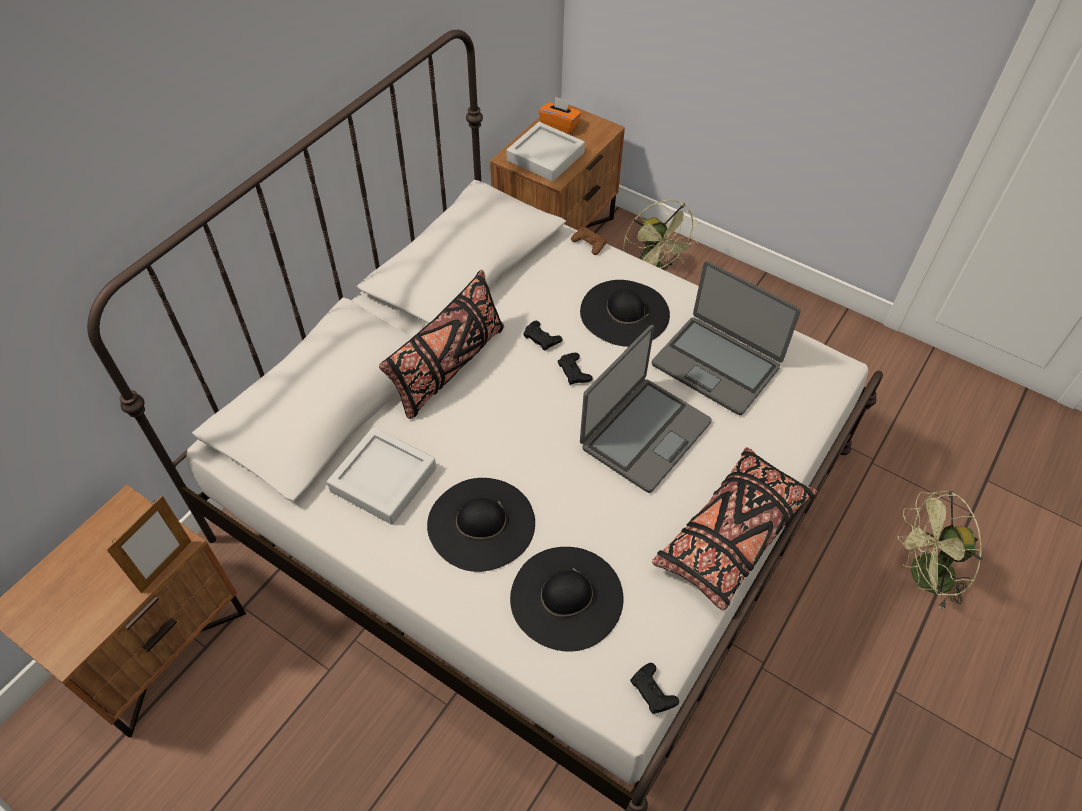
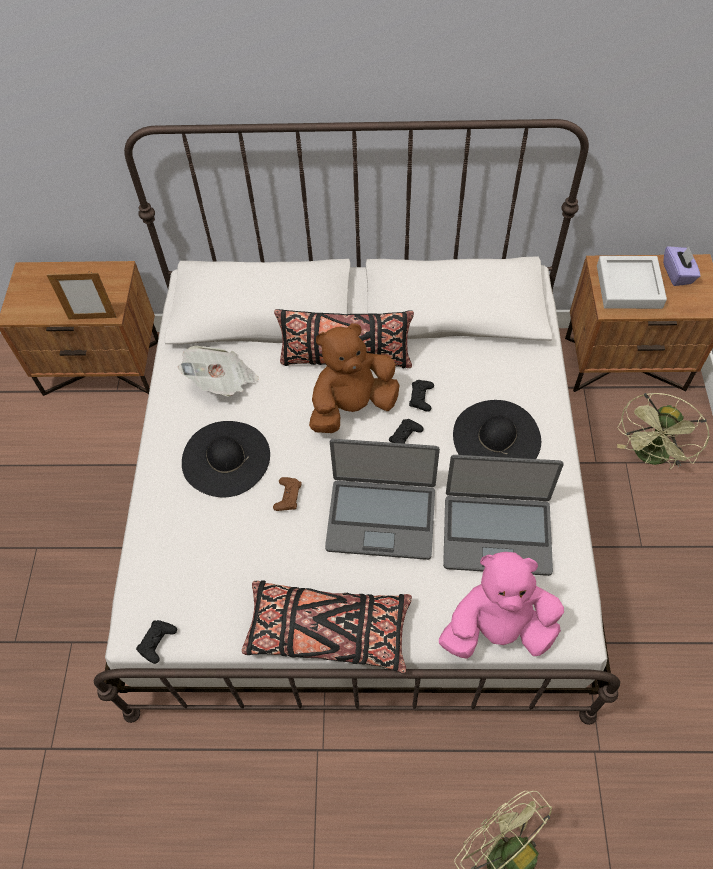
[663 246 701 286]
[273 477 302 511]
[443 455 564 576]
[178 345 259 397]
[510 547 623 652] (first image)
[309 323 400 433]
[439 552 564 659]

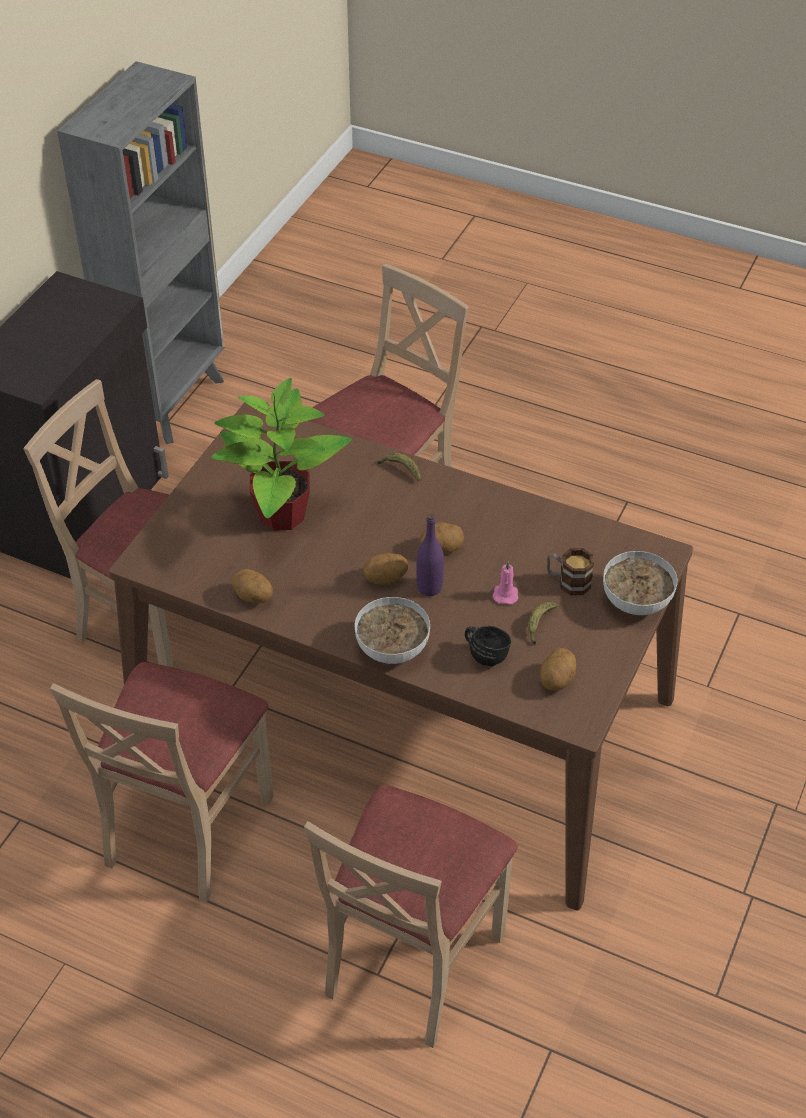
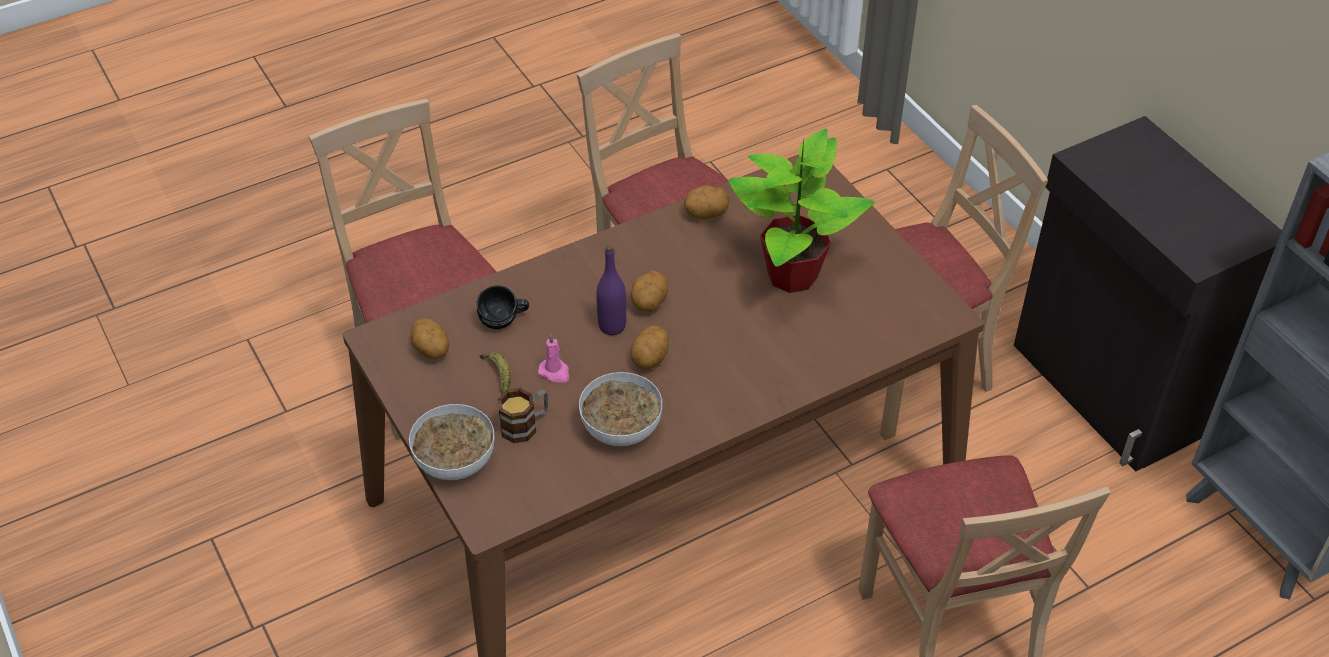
[377 453 421 481] (first image)
[579 372 662 446]

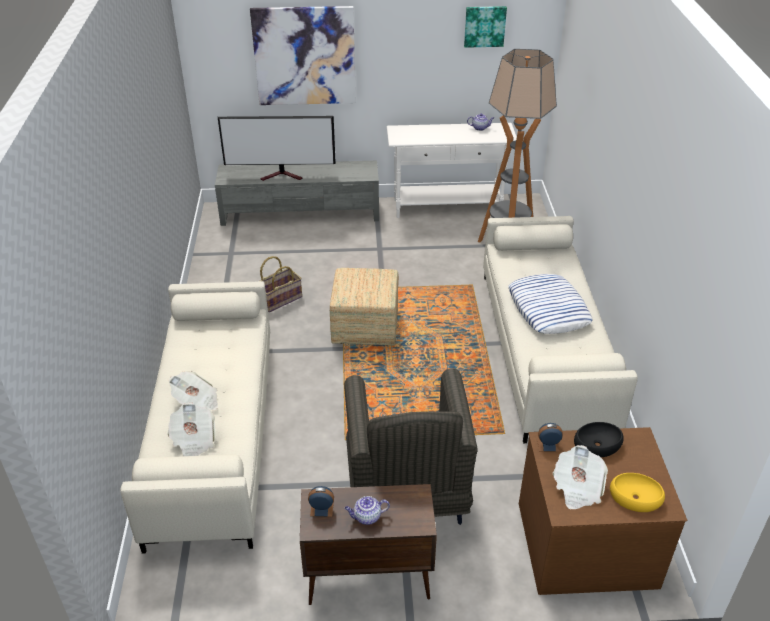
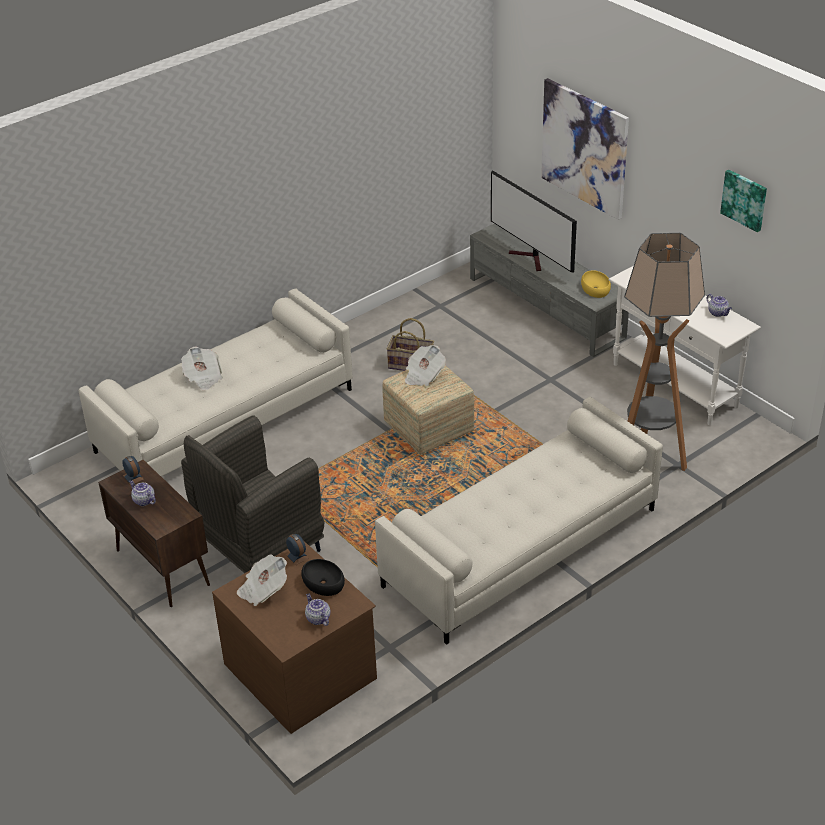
[508 274 593 334] (first image)
[405 345 446 386]
[581 270 611 298]
[305 593 330 626]

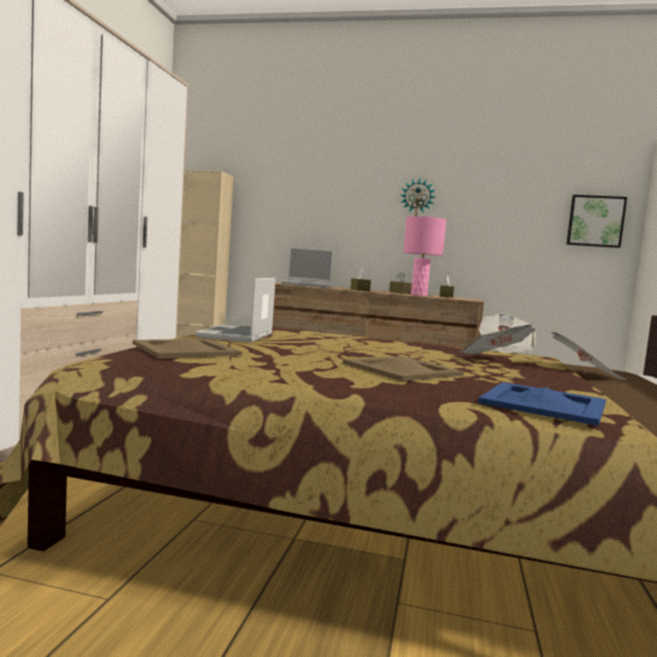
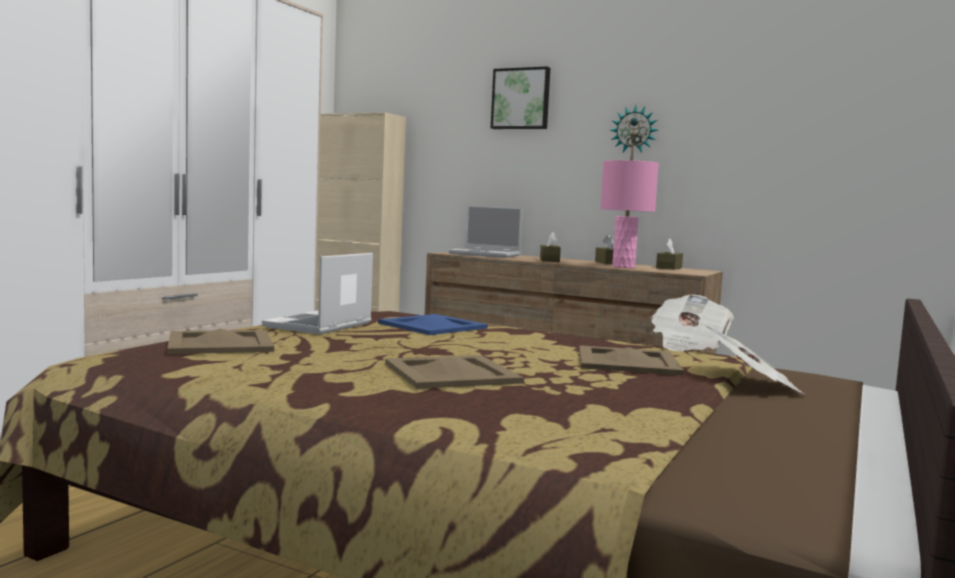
[491 66 550 129]
[579 345 684 376]
[378 314 488 335]

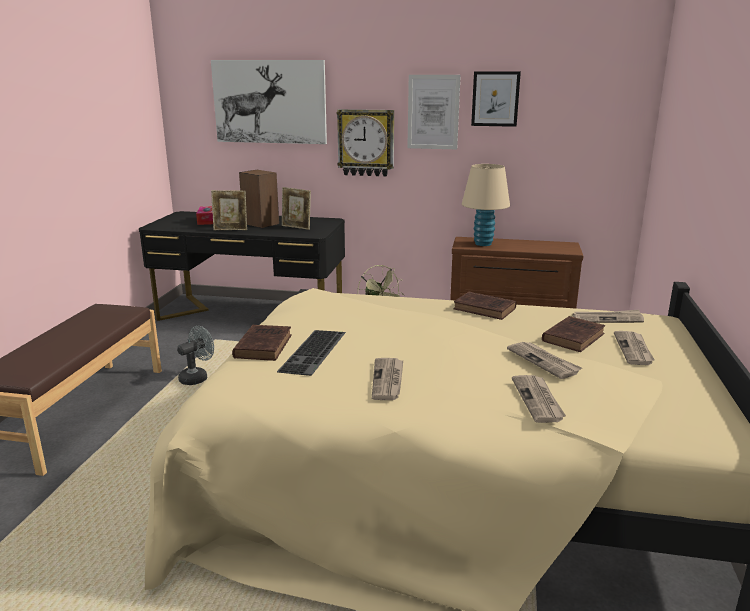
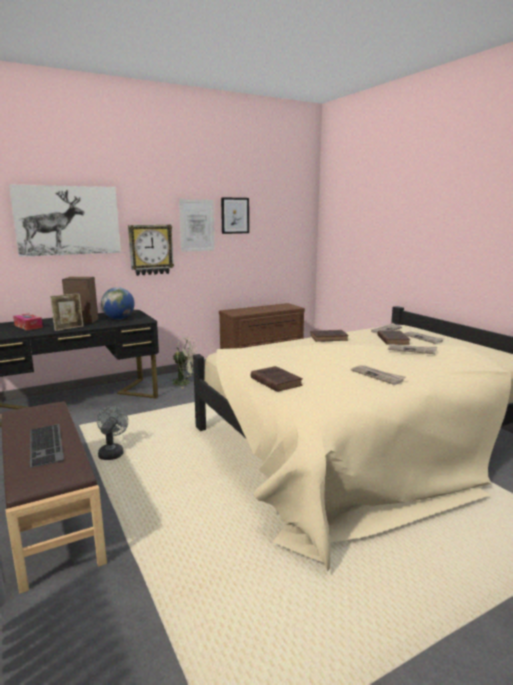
[462 164 510 246] (first image)
[101 287 135 320]
[30 424 64 468]
[512 375 566 423] (first image)

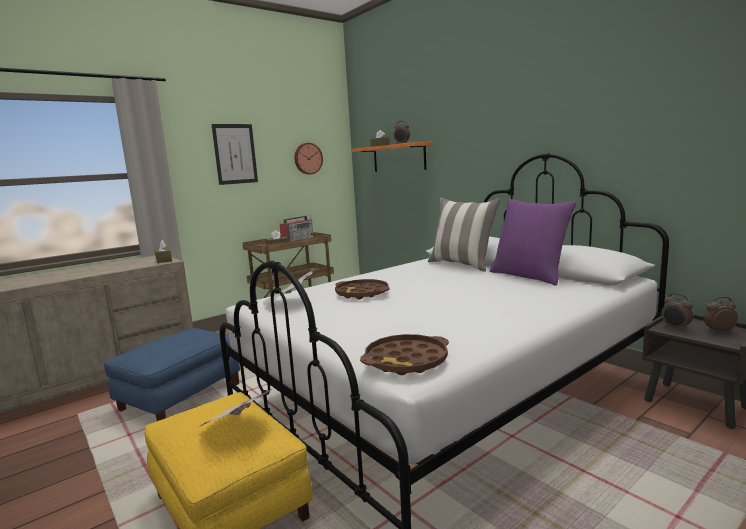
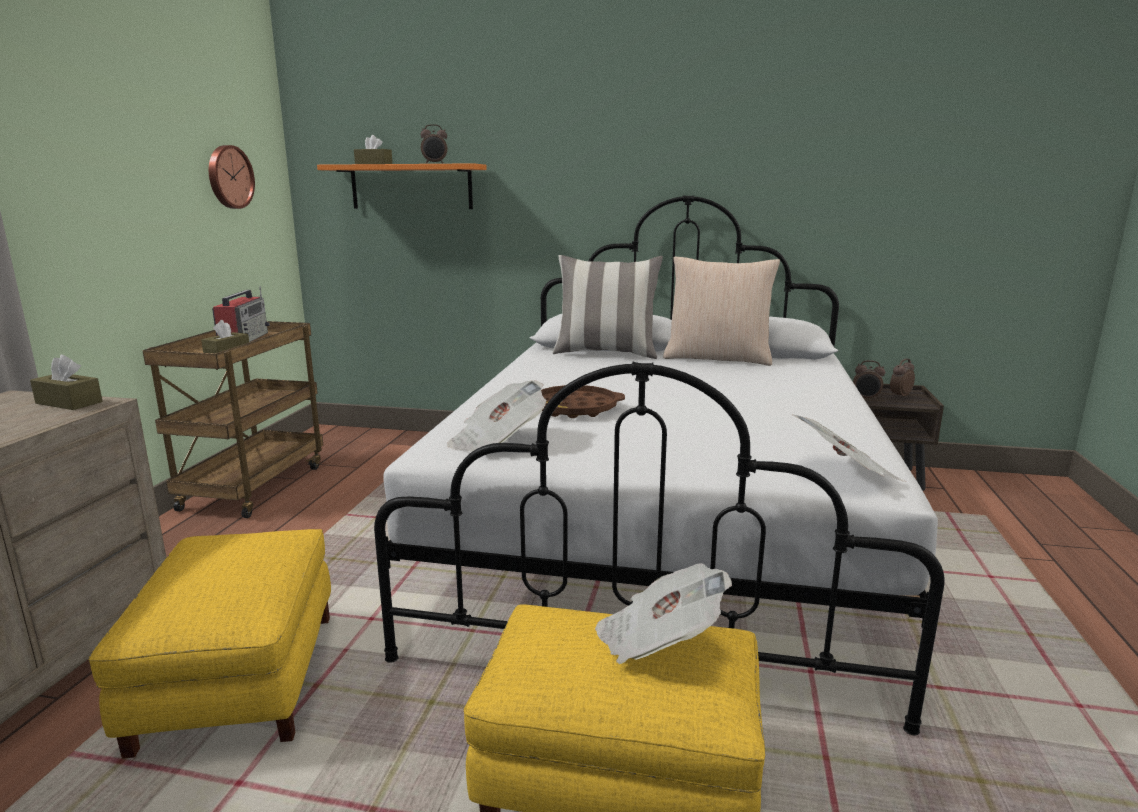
[211 124 258 185] (first image)
[663 257 780 366]
[88 529 331 759]
[791 414 907 482]

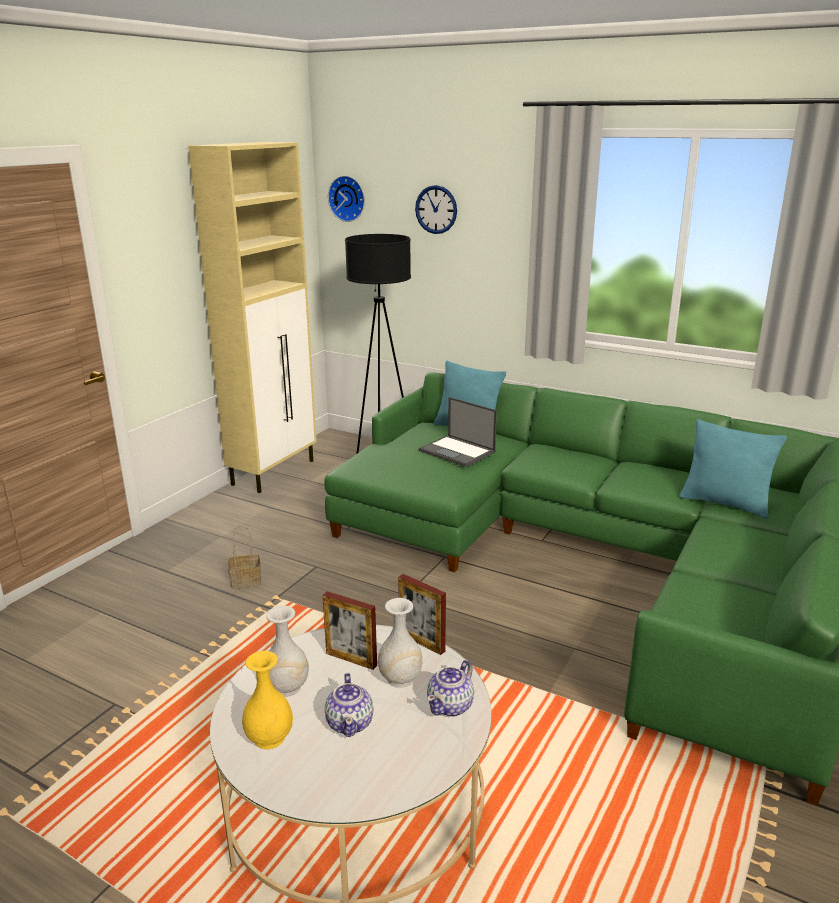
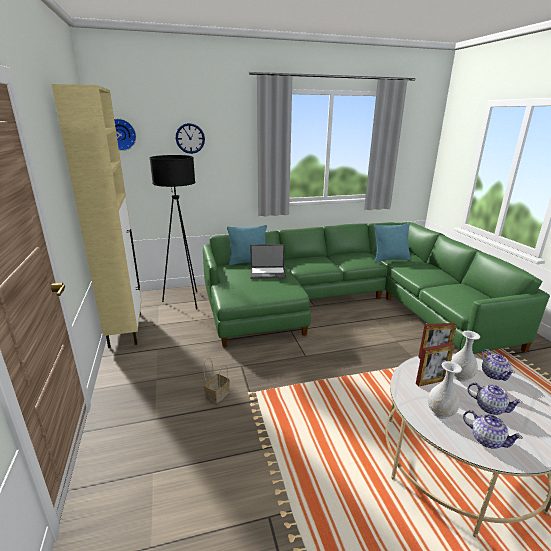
[463 410 523 449]

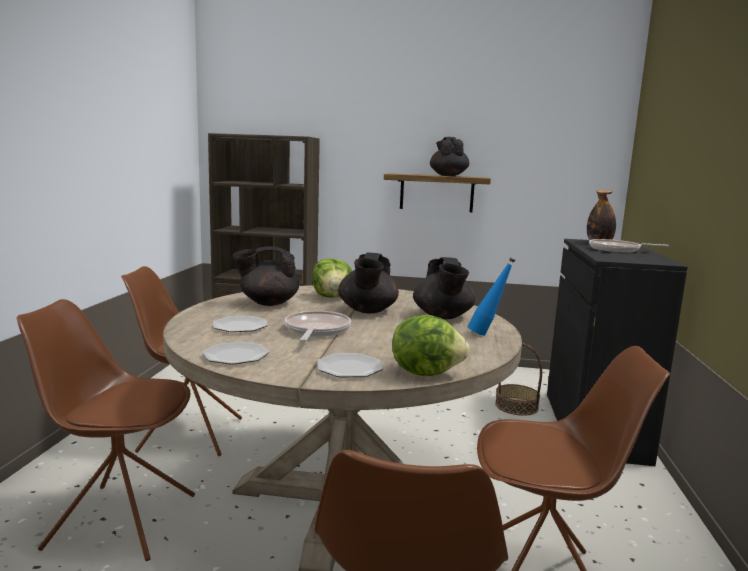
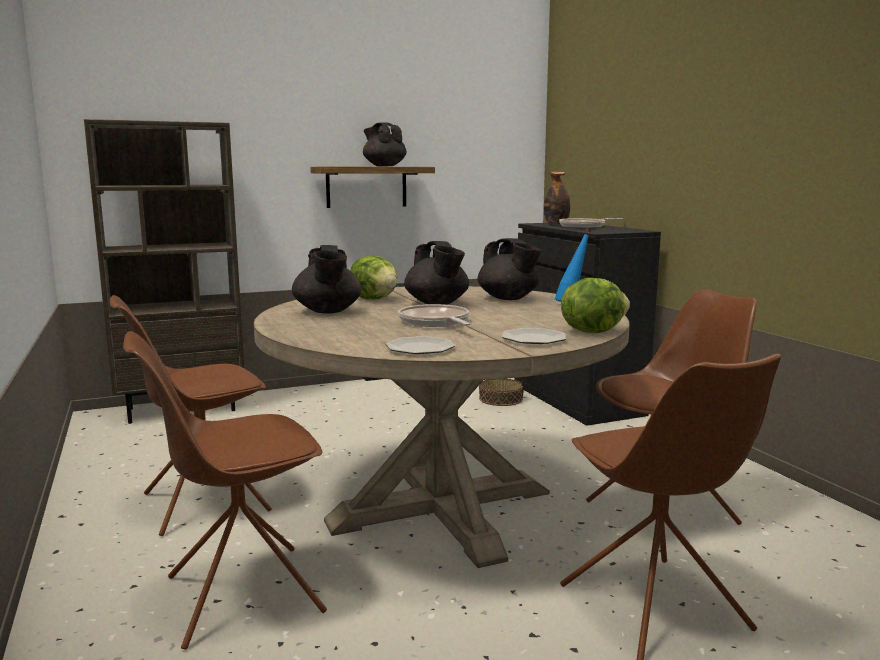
[292 245 361 313]
[213 316 268 332] (first image)

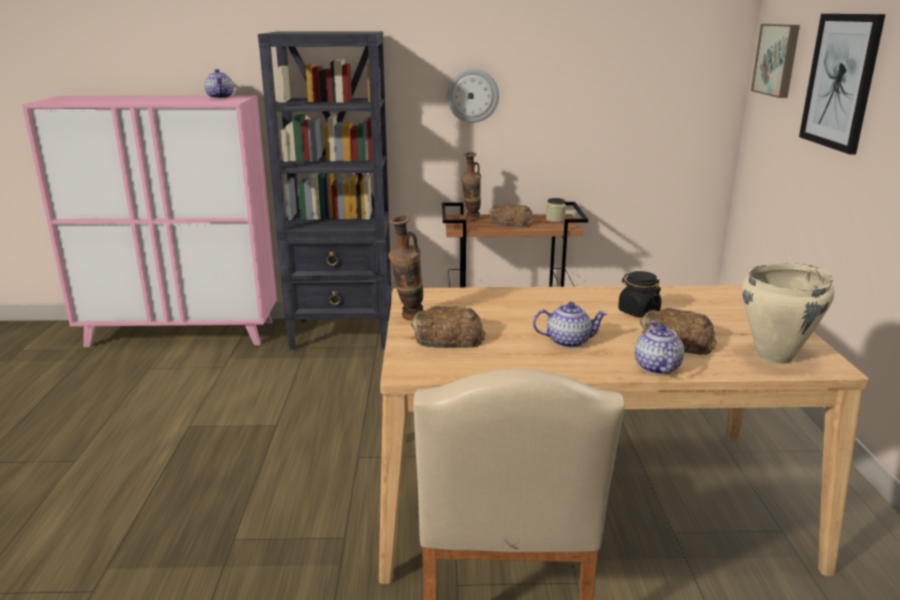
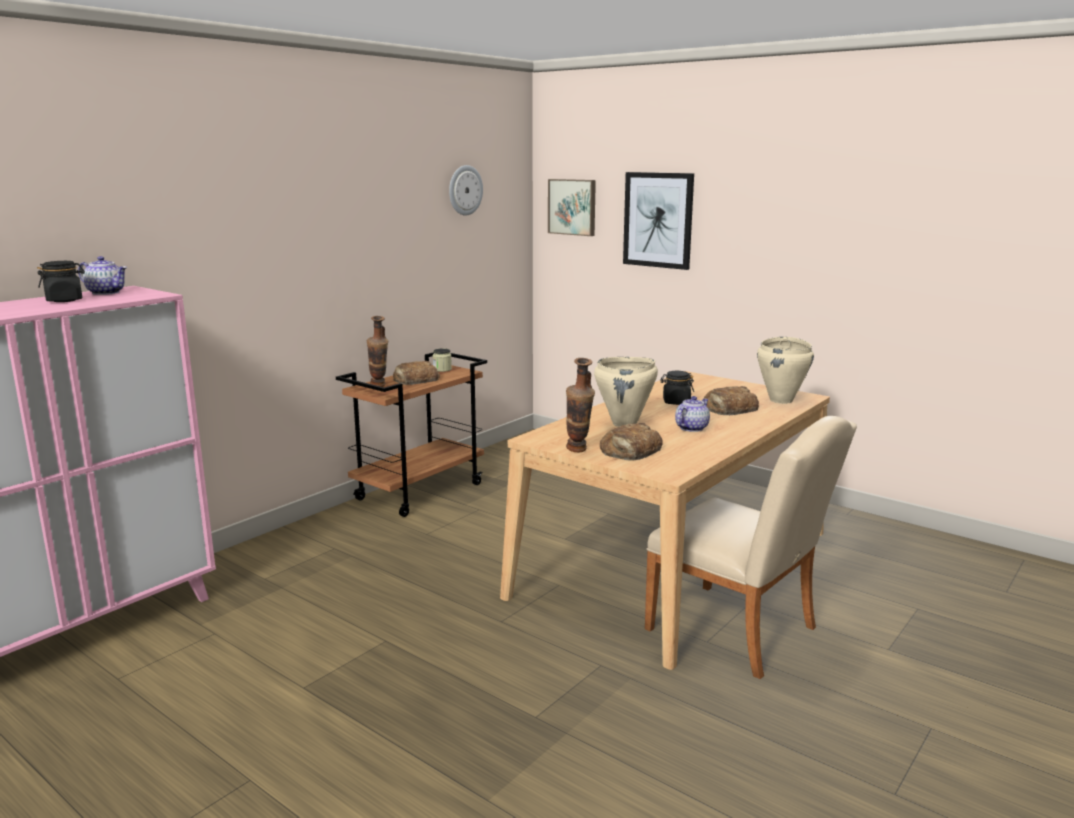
[258 31 391 350] (first image)
[449 165 483 216]
[635 321 684 375] (first image)
[37 261 85 302]
[594 357 658 427]

